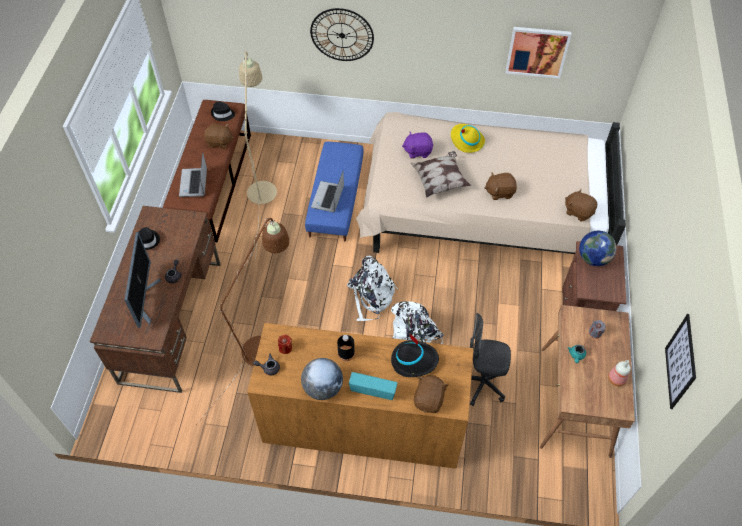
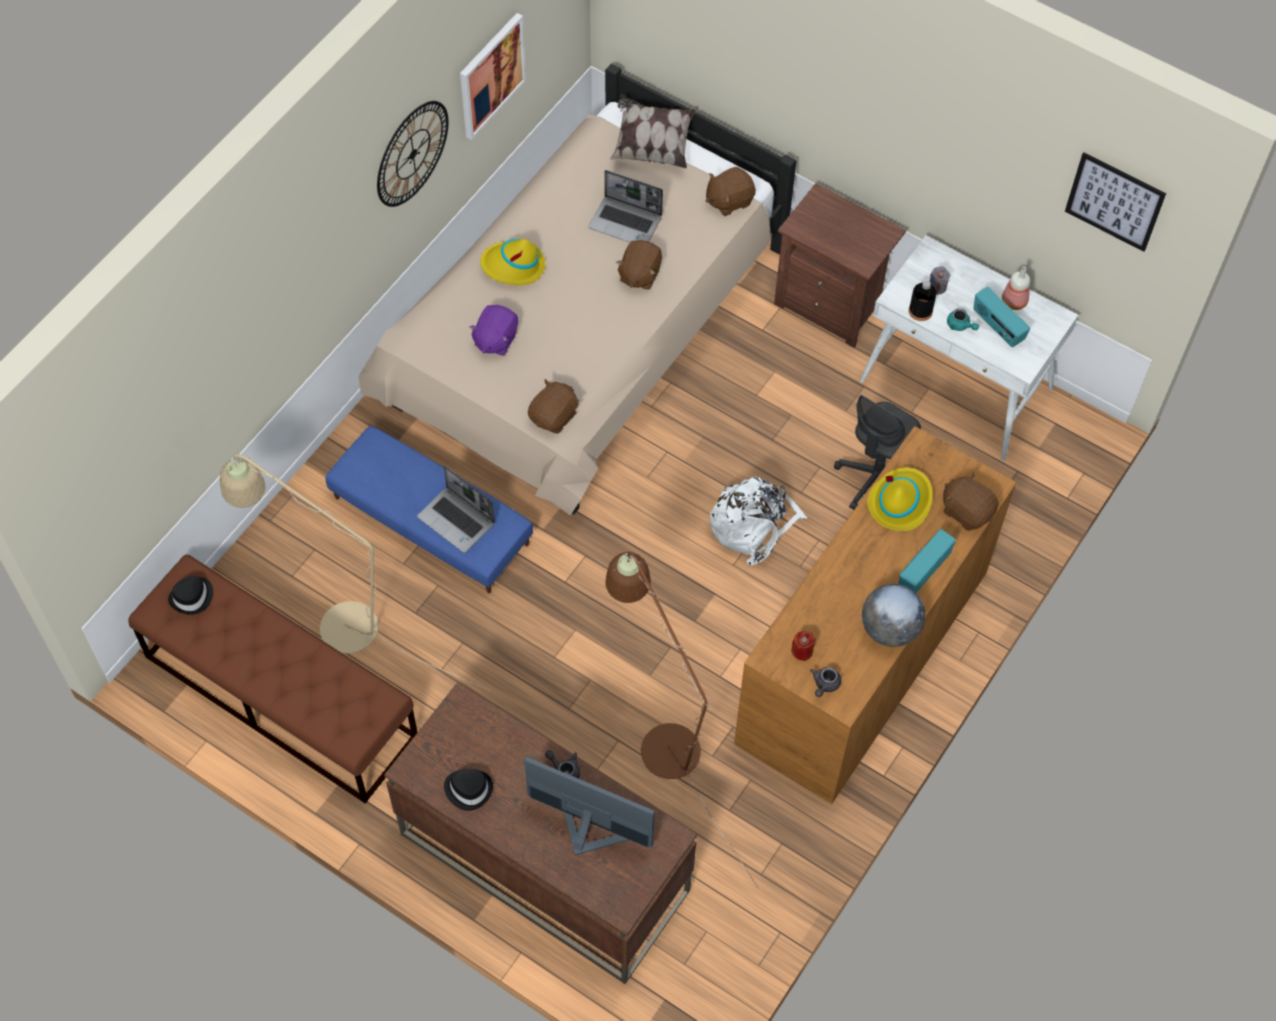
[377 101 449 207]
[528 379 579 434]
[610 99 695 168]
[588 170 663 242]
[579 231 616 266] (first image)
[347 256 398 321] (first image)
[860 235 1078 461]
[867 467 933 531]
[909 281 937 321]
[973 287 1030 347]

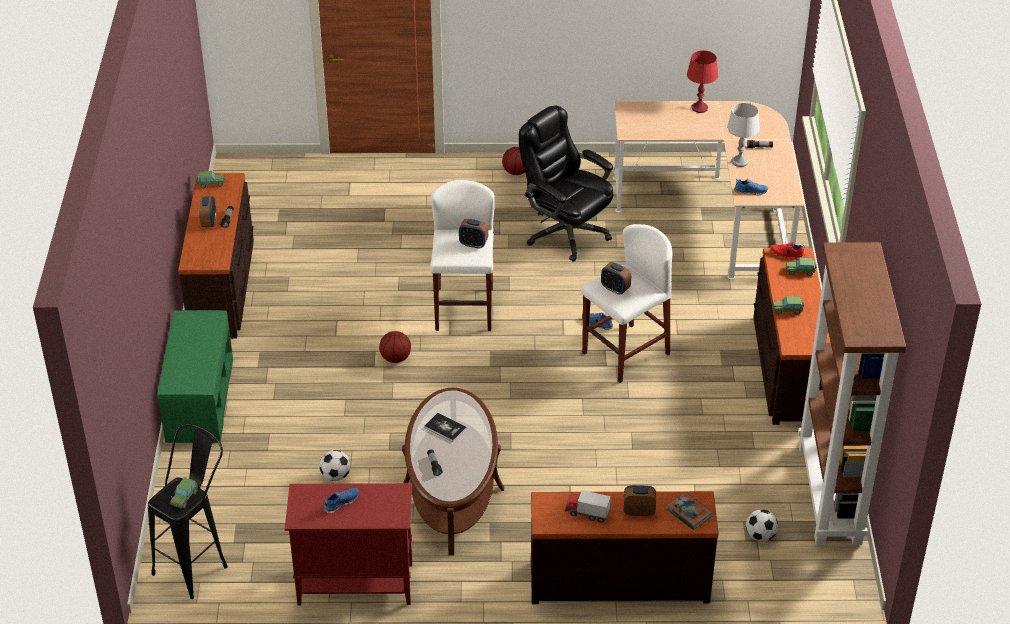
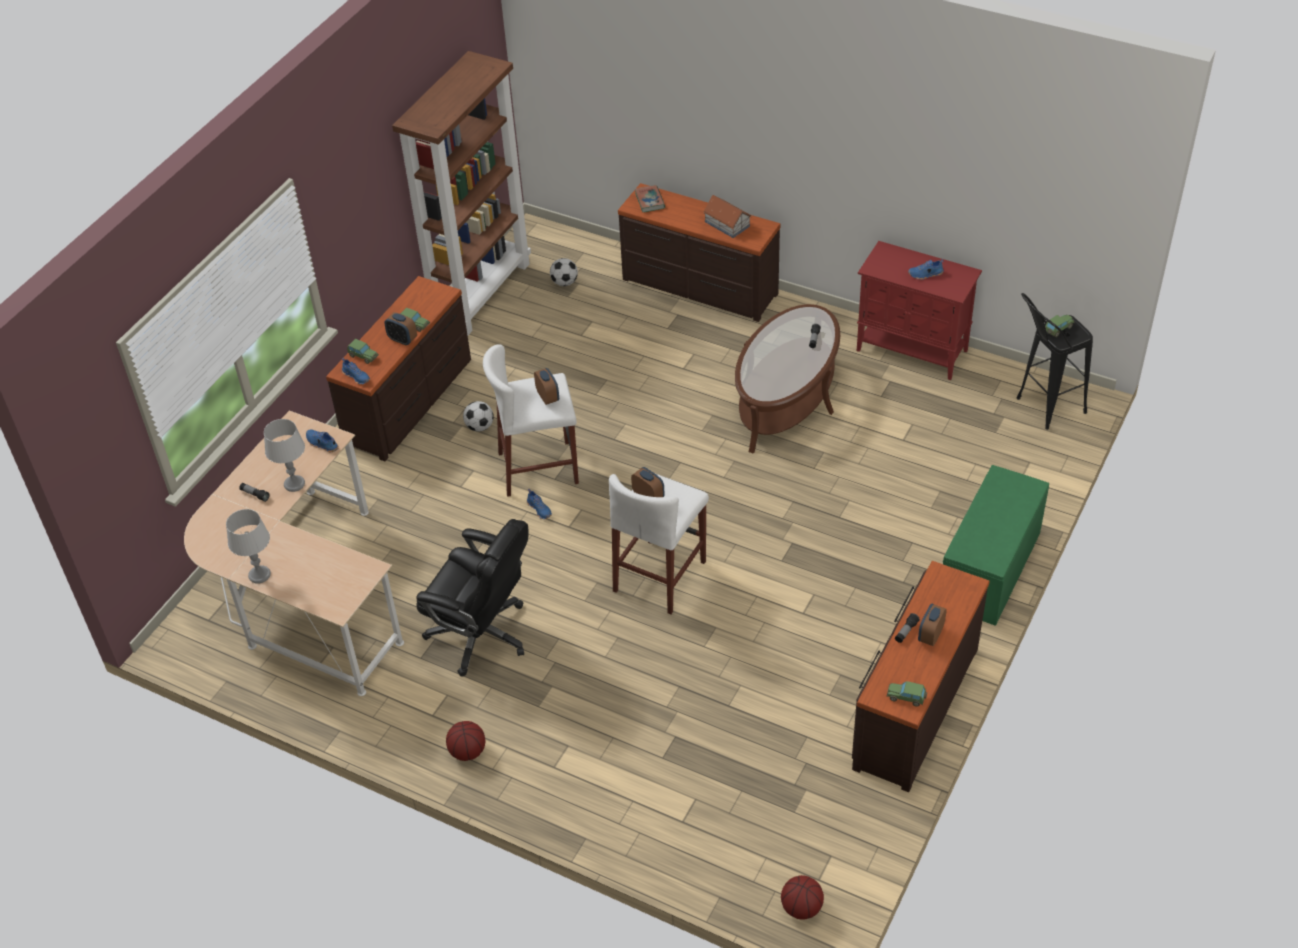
[226 509 271 584]
[416 519 529 677]
[342 358 370 385]
[781 875 824 920]
[424 413 467 442] (first image)
[463 401 494 432]
[384 312 417 346]
[703 195 752 238]

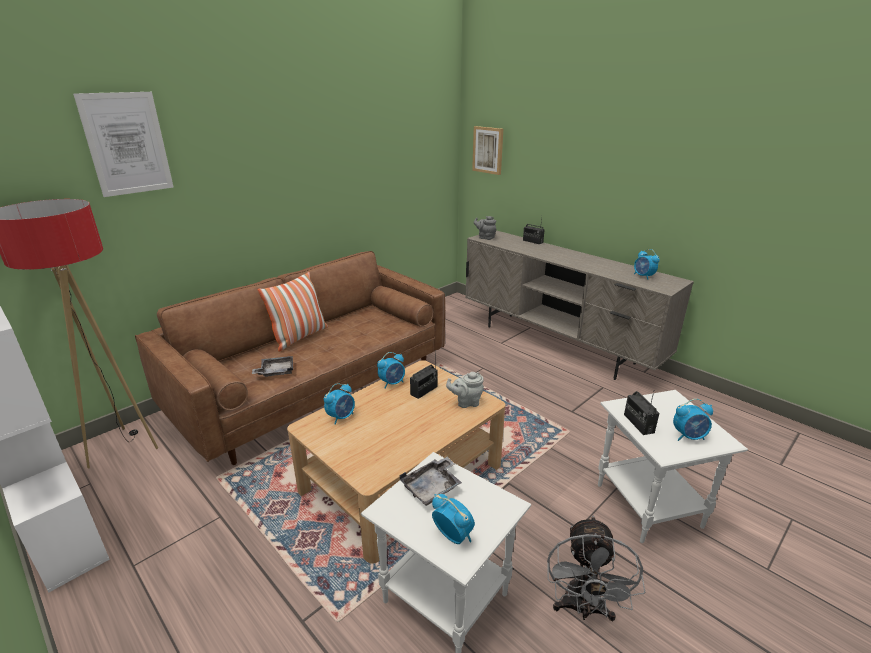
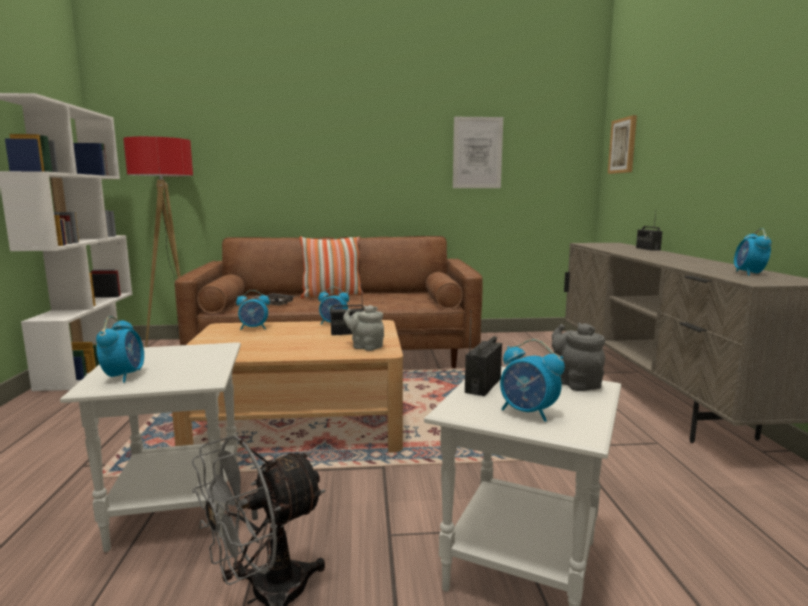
[453 117 503 188]
[552 323 605 391]
[399 457 462 506] (first image)

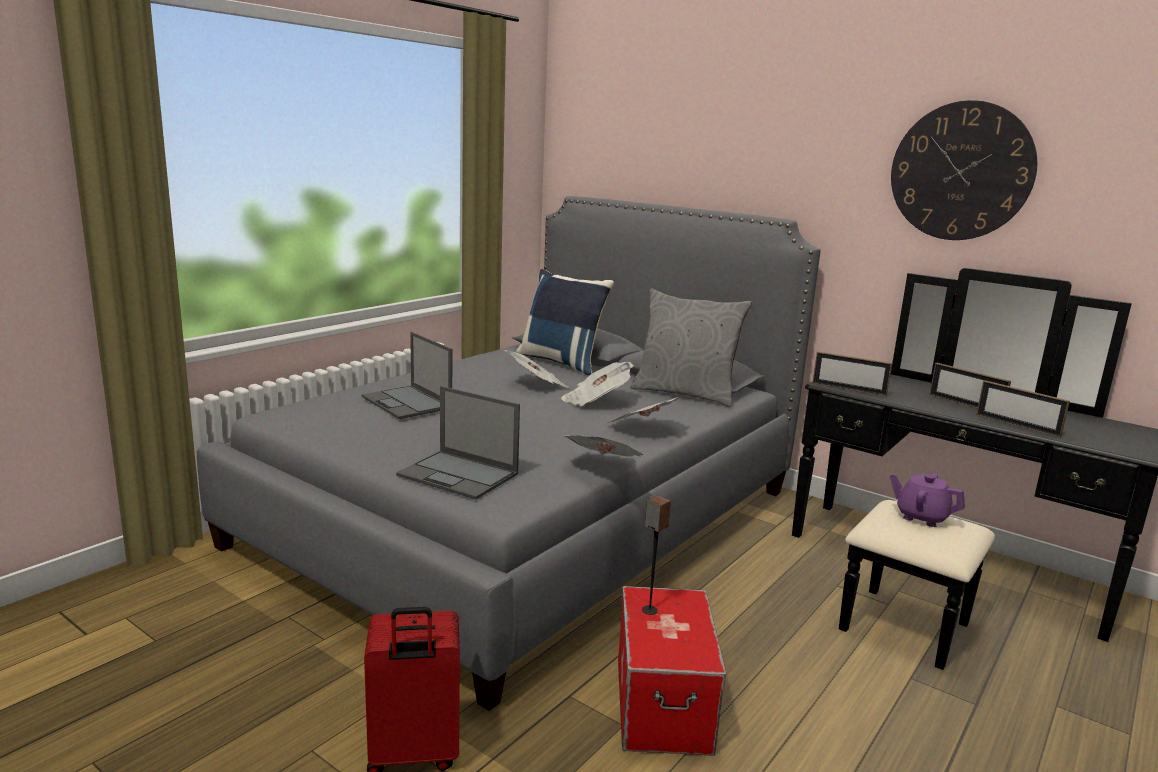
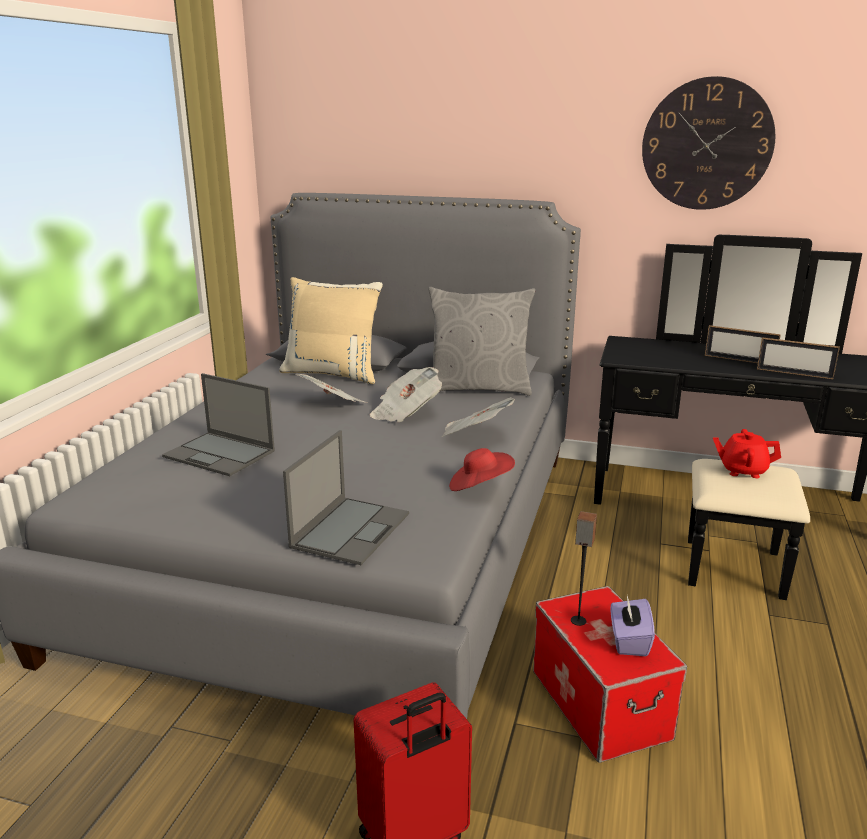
[279 277 383 384]
[812 351 892 396] (first image)
[283 430 409 565]
[449 448 515 491]
[713 429 781 478]
[610 596 655 656]

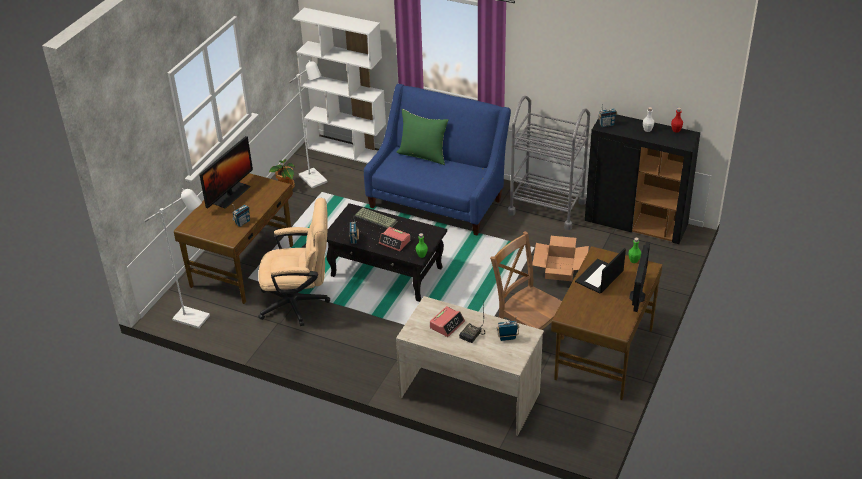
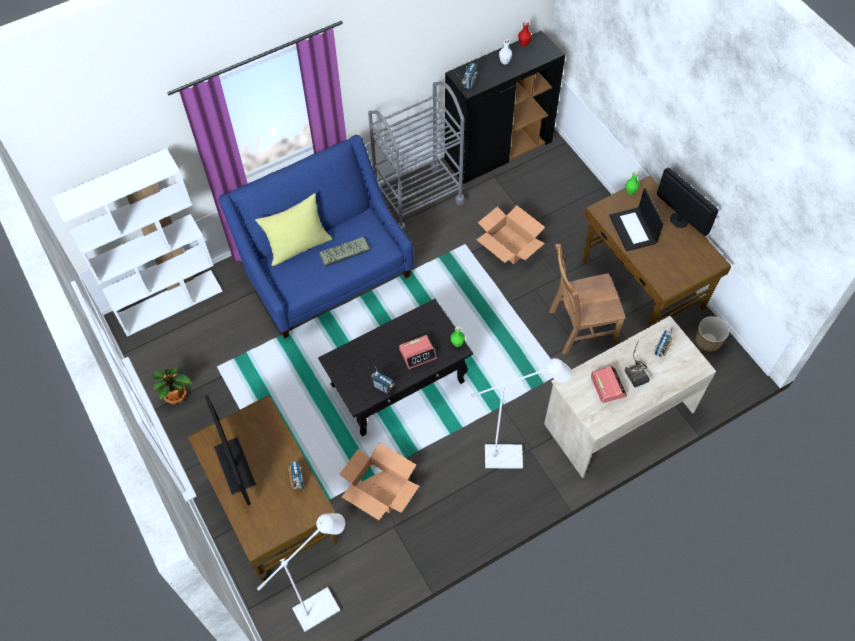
[471 358 572 469]
[255 193 333 266]
[339 443 419 520]
[319 237 371 267]
[696 316 729 352]

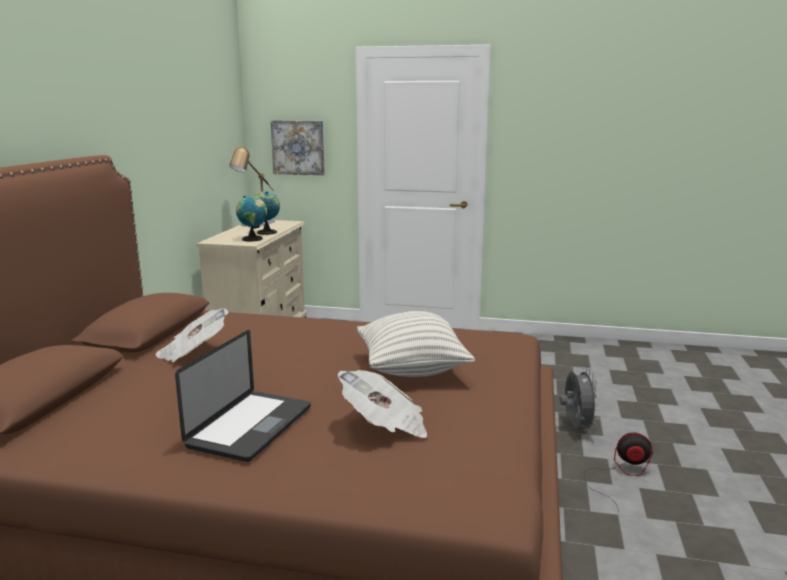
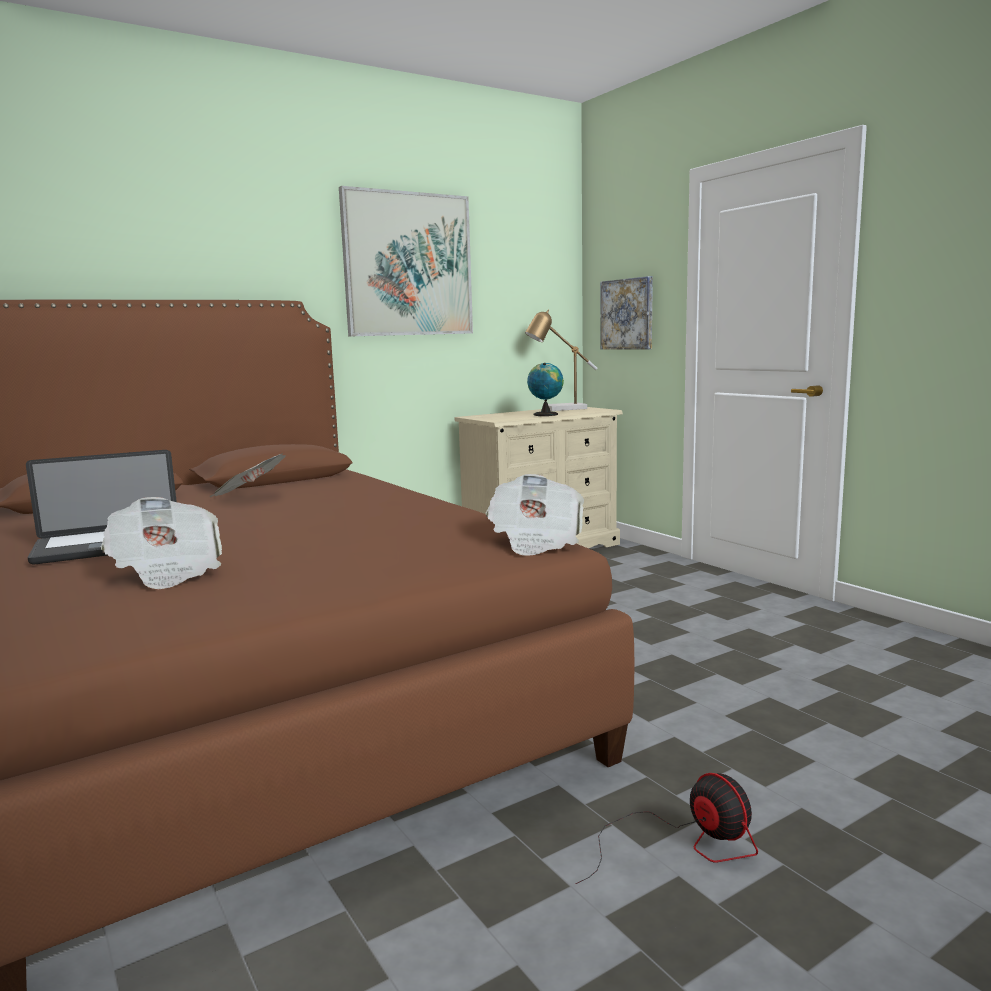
[236 196 267 242] (first image)
[357 311 475 377] (first image)
[559 368 600 433] (first image)
[339 186 473 337]
[486 474 584 556]

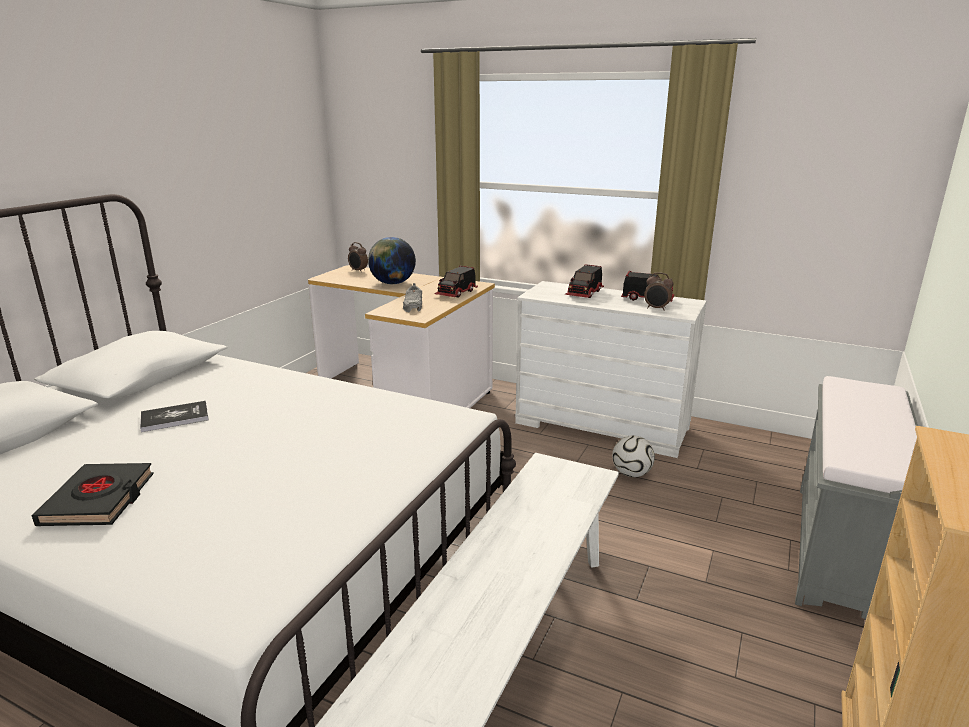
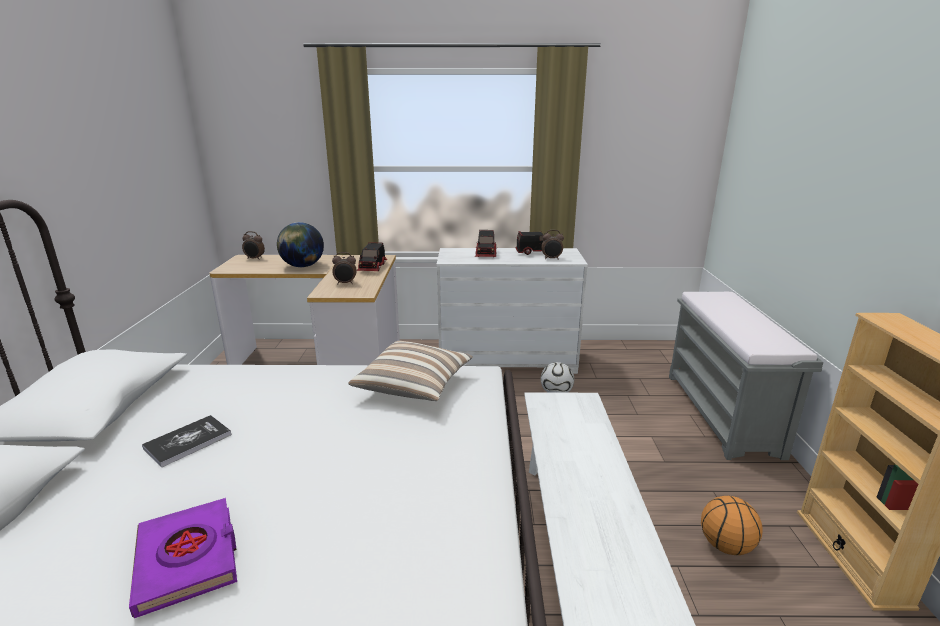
[332 252 357 284]
[129 498 237 618]
[348 341 473 401]
[701 496 762 555]

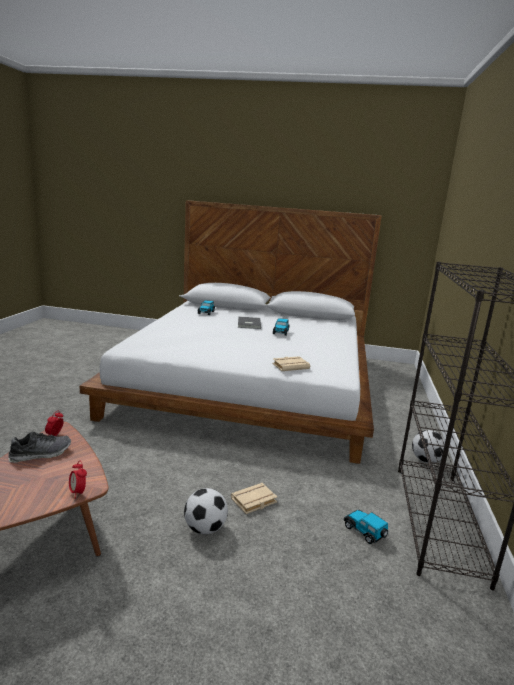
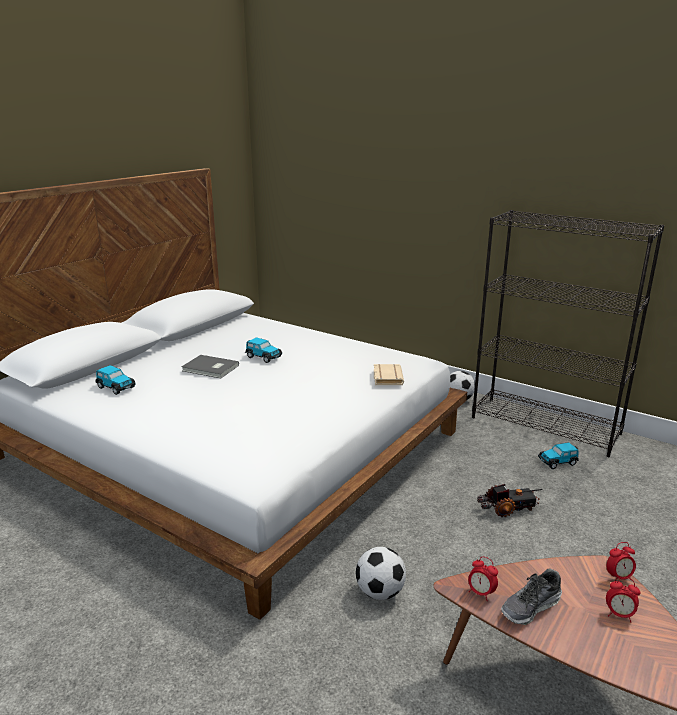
[501 569 562 625]
[477 484 543 517]
[356 547 406 600]
[606 577 640 622]

